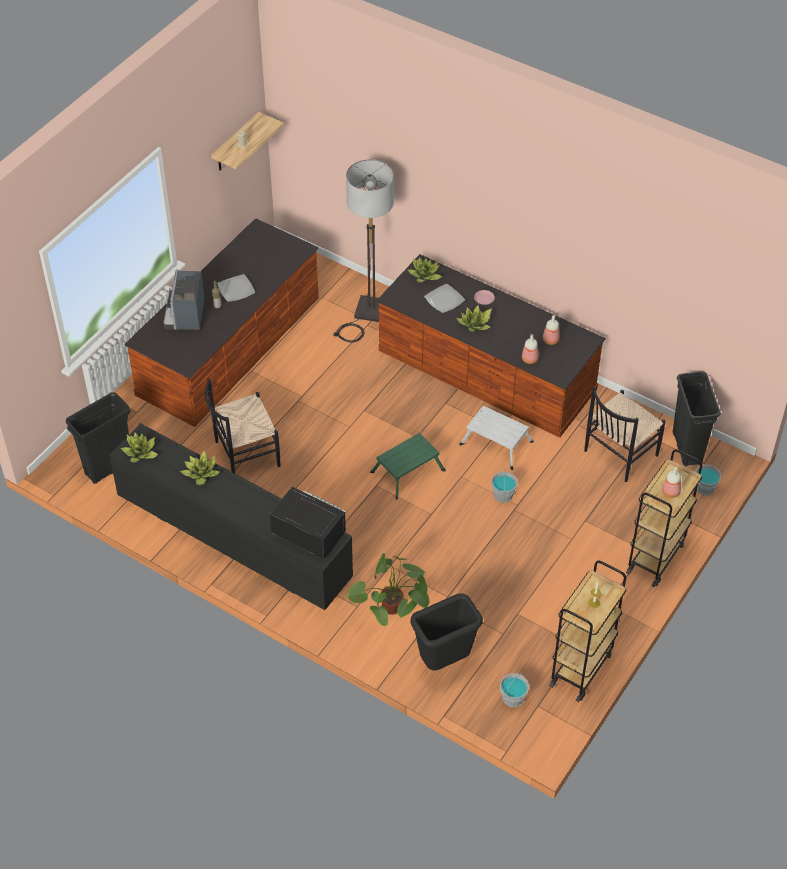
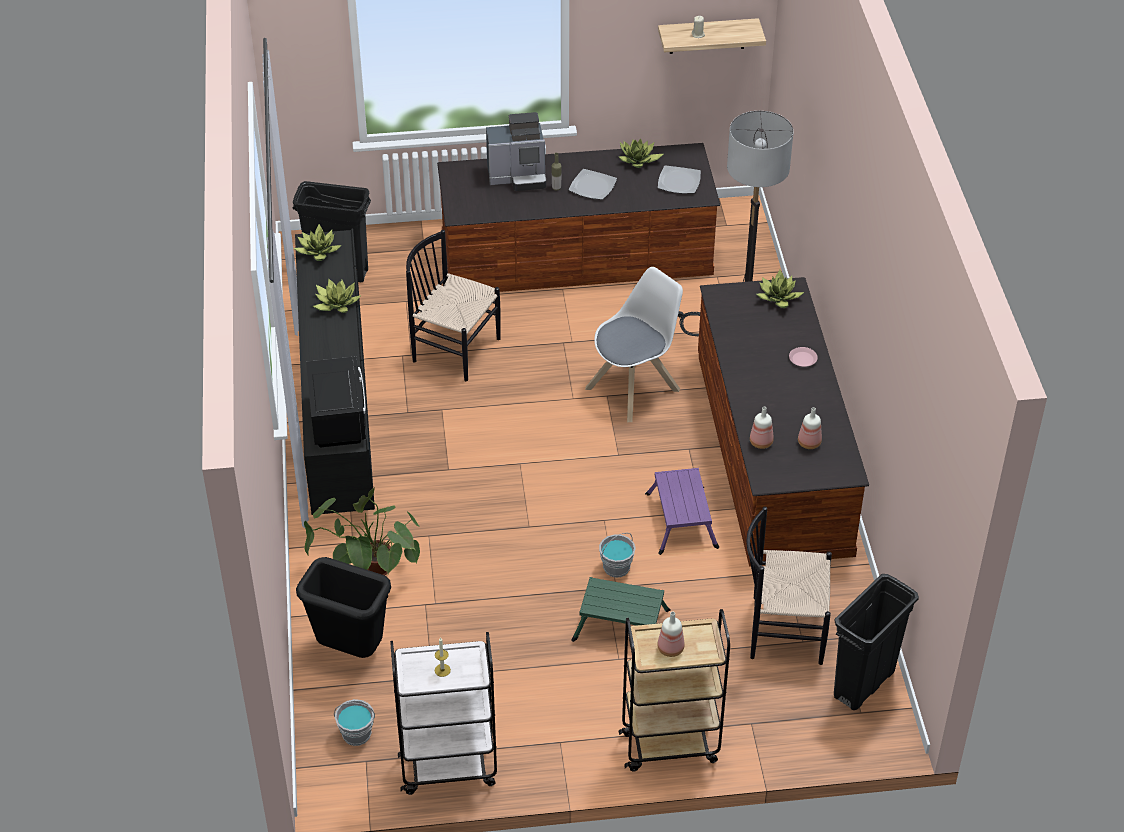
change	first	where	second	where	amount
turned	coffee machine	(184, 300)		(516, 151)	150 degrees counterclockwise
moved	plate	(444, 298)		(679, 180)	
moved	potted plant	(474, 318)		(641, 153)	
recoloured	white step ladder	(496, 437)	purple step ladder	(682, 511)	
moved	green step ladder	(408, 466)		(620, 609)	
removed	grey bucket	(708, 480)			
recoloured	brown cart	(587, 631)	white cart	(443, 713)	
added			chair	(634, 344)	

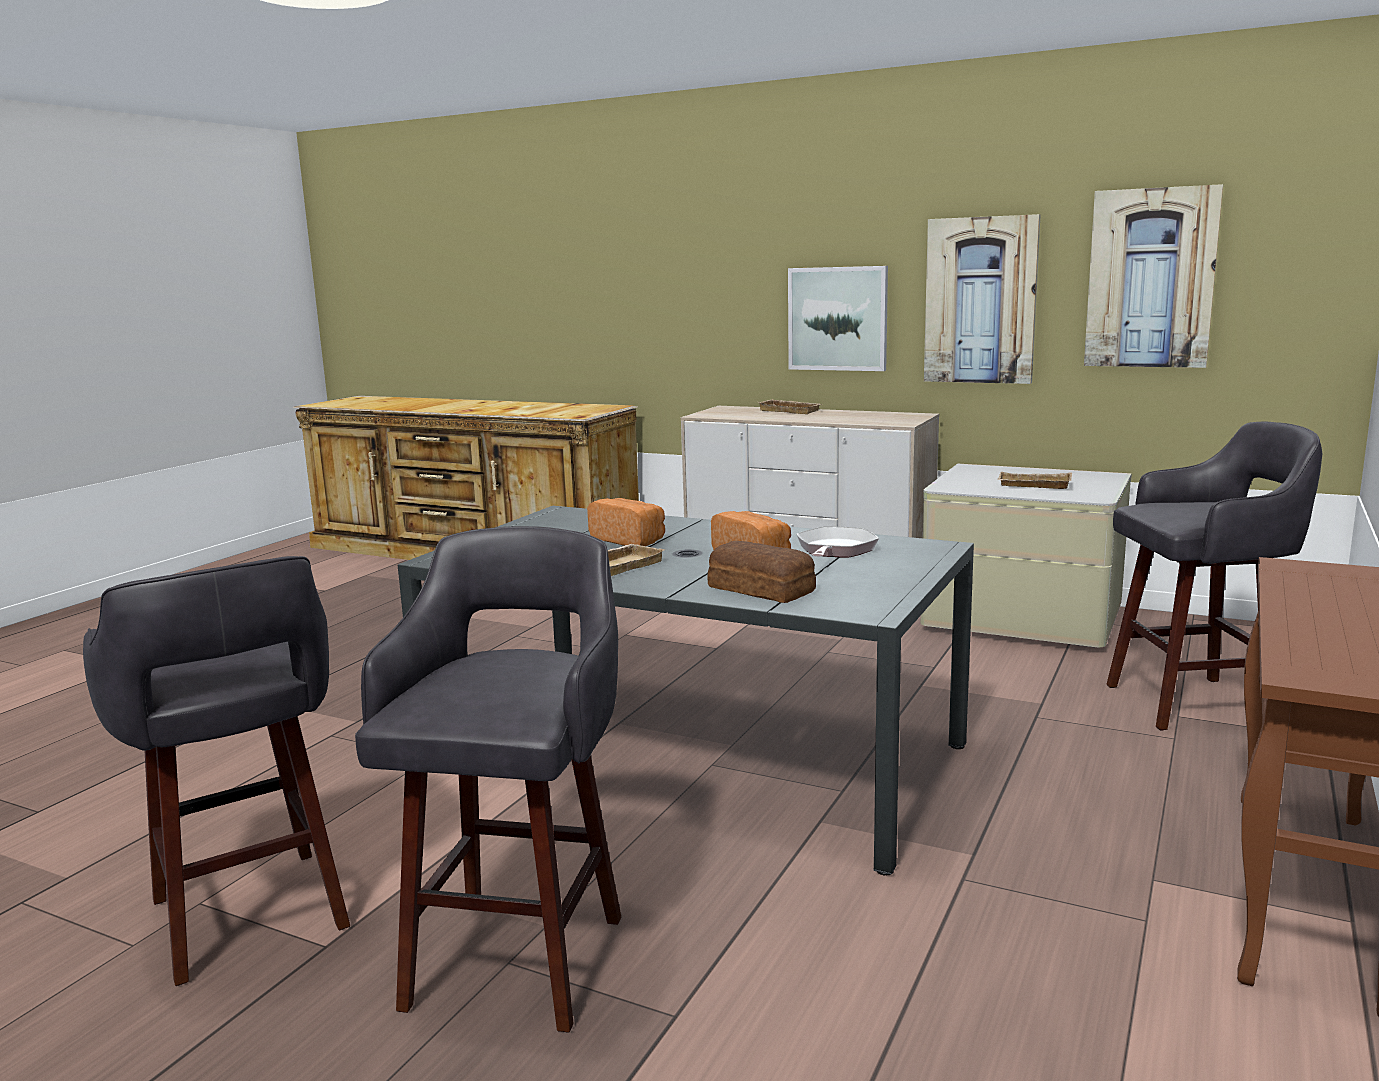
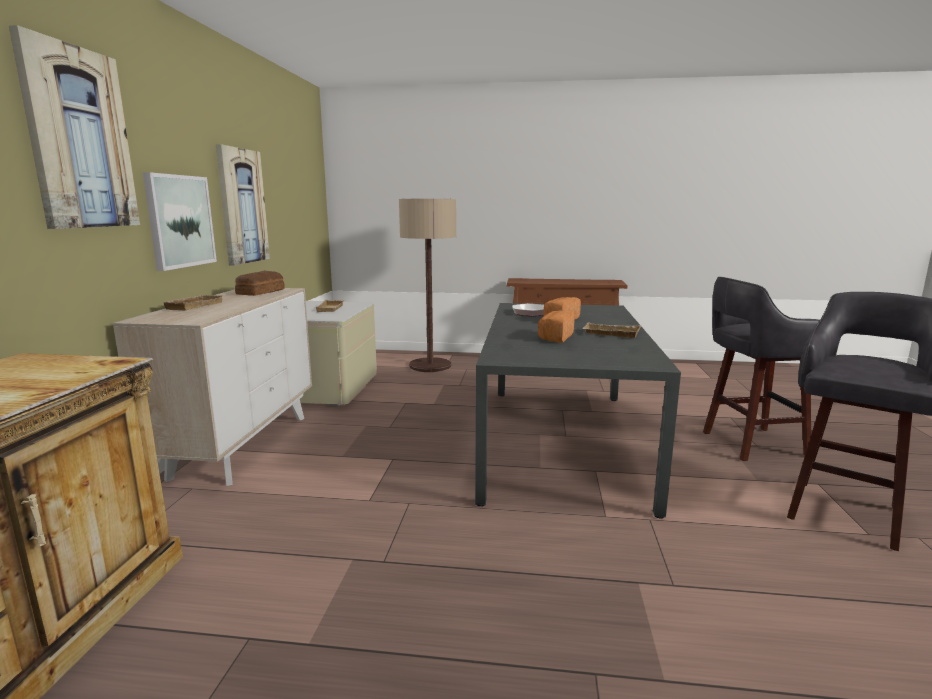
change	first	where	second	where	amount
moved	picture	(1153, 276)		(74, 127)	
replaced	grey stool	(1215, 576)	floor lamp	(427, 285)	
moved	bread	(762, 572)		(260, 283)	

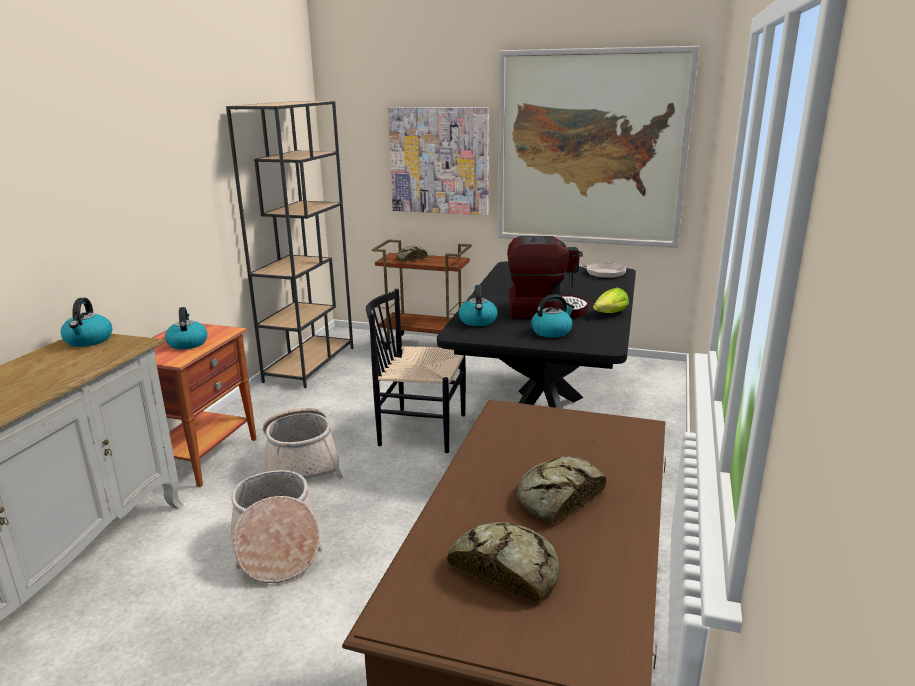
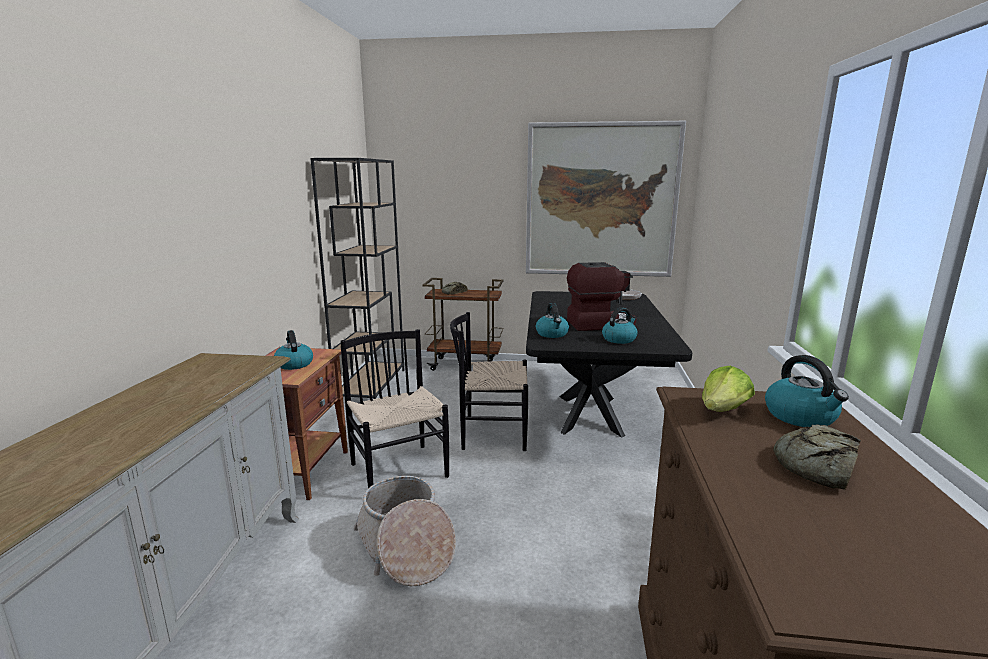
change	first	where	second	where	amount
removed	picture	(438, 161)			
moved	lettuce	(611, 300)		(728, 388)	
moved	kettle	(86, 322)		(807, 391)	
replaced	basket	(303, 443)	black chair	(394, 408)	
removed	bread	(503, 562)			

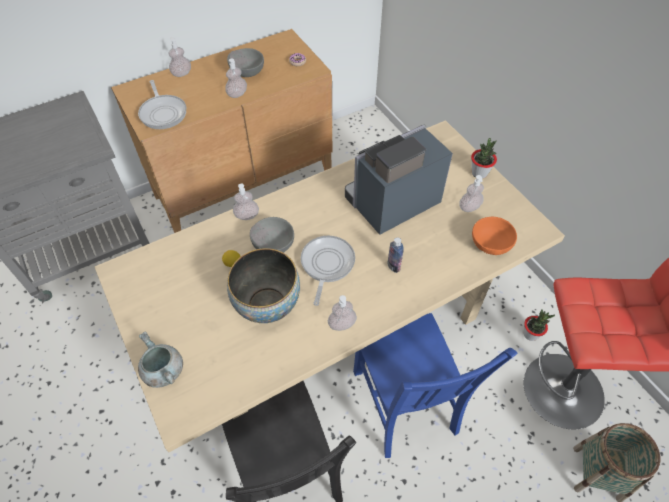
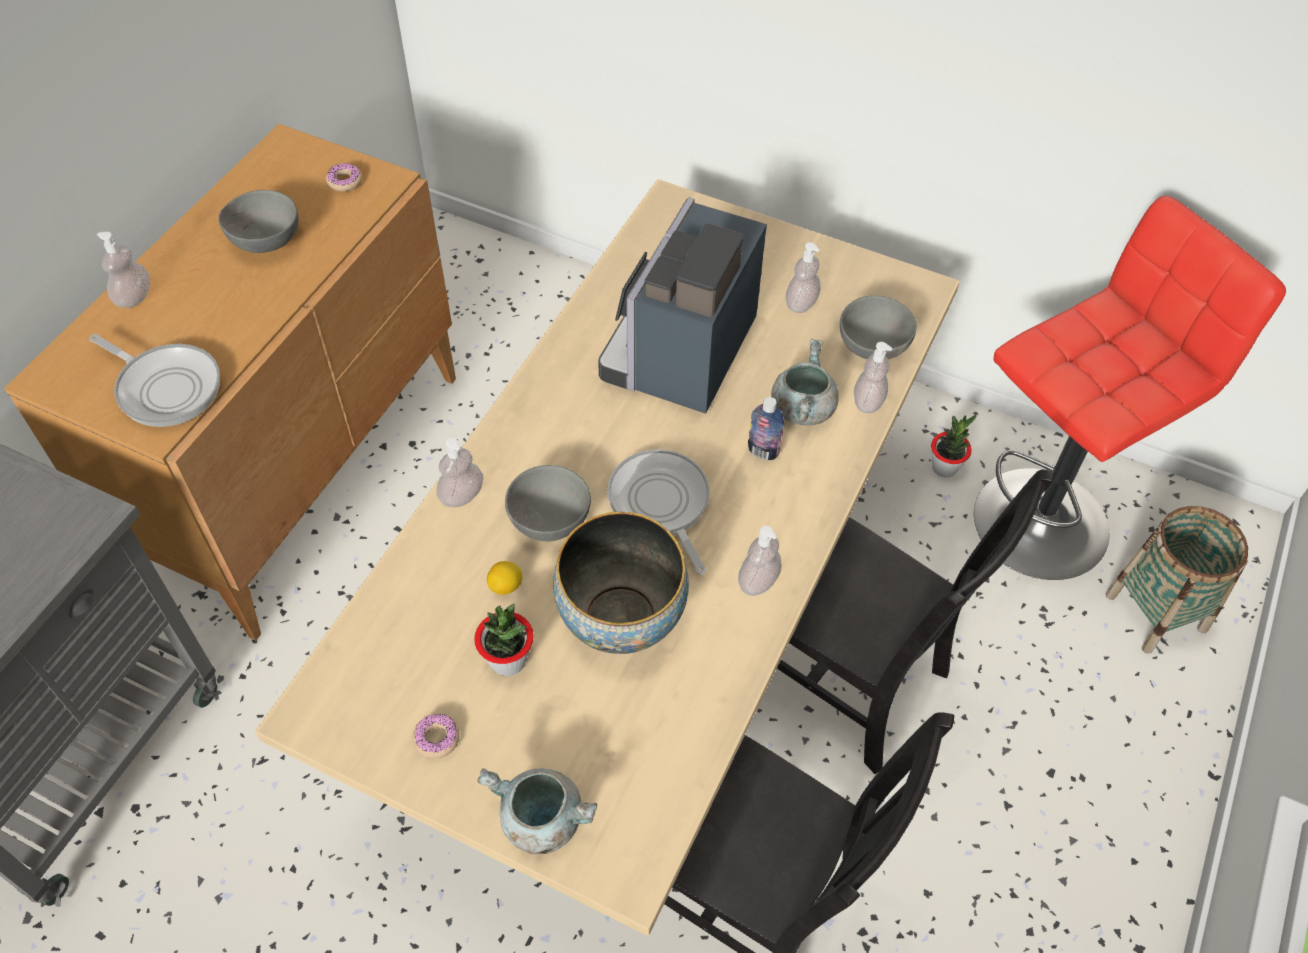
change	first	where	second	where	amount
moved	soap dispenser	(236, 78)		(873, 377)	
moved	potted plant	(484, 158)		(504, 640)	
recoloured	orange bowl	(494, 236)	grey bowl	(878, 327)	
recoloured	blue chair	(435, 385)	black chair	(916, 621)	
added			grey cooking pot	(805, 382)	
added			donut	(436, 736)	

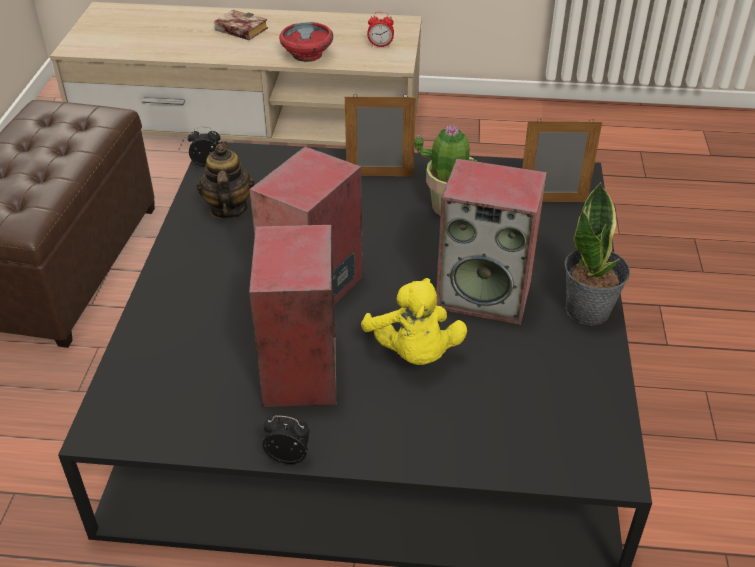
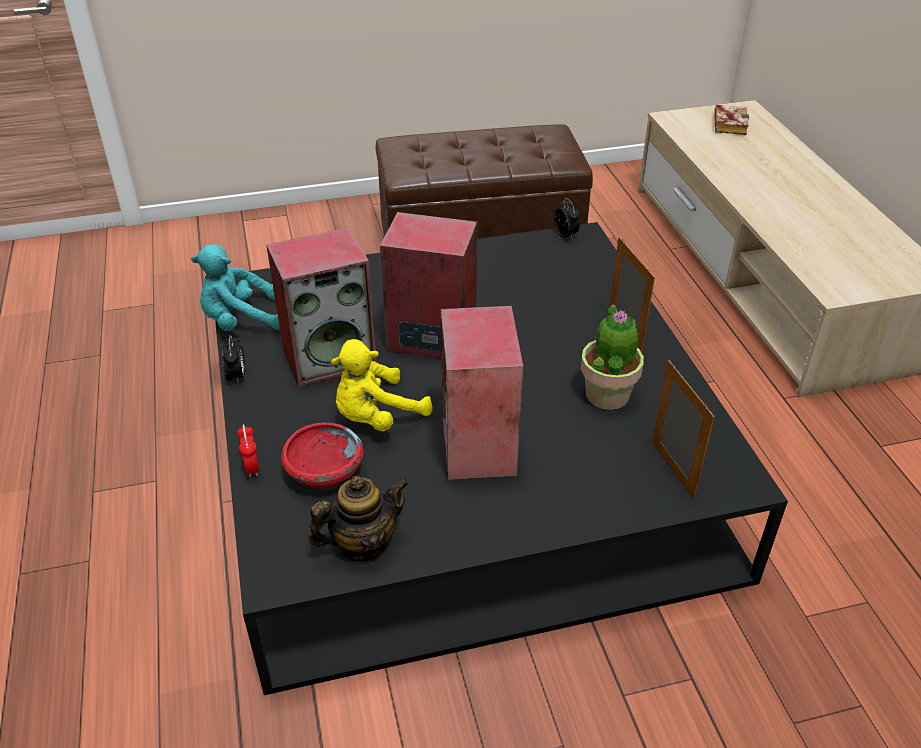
change	first	where	second	where	amount
moved	book	(241, 25)		(731, 120)	
moved	alarm clock	(380, 29)		(248, 451)	
moved	red bowl	(306, 42)		(322, 455)	
moved	teapot	(226, 180)		(358, 519)	
removed	potted plant	(597, 253)			
added			turquoise plush toy	(235, 287)	

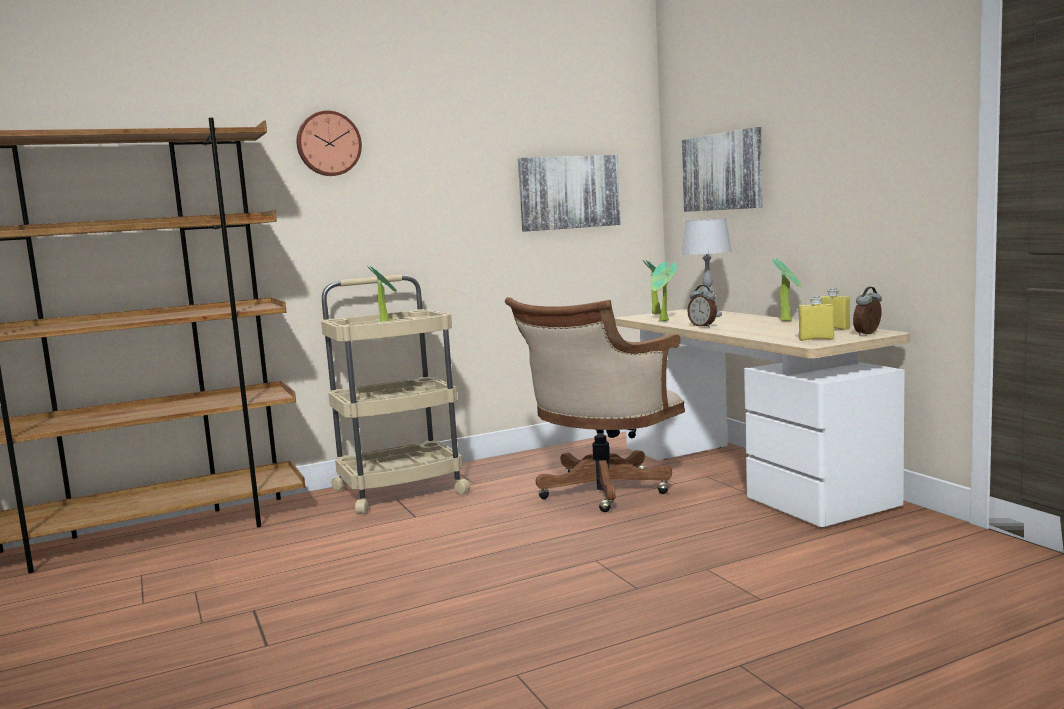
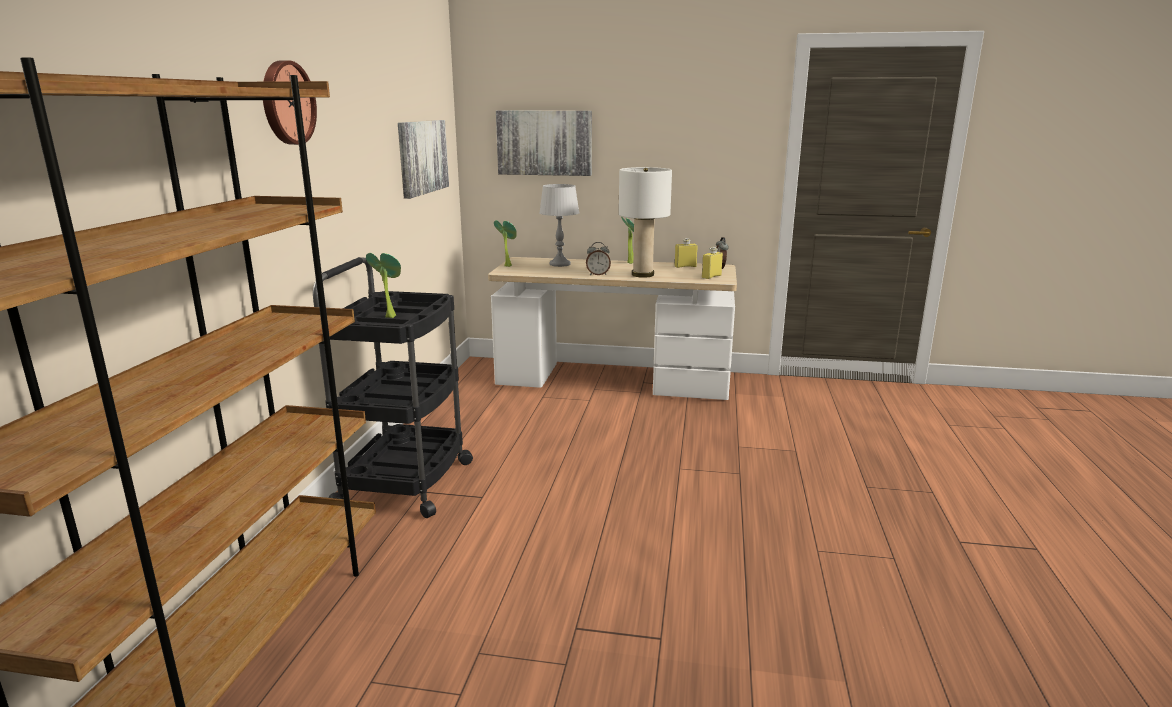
change	first	where	second	where	amount
removed	potted plant	(663, 292)			
recoloured	beige cart	(395, 395)	black cart	(393, 387)	
removed	office chair	(595, 404)			
added			white table lamp	(645, 222)	

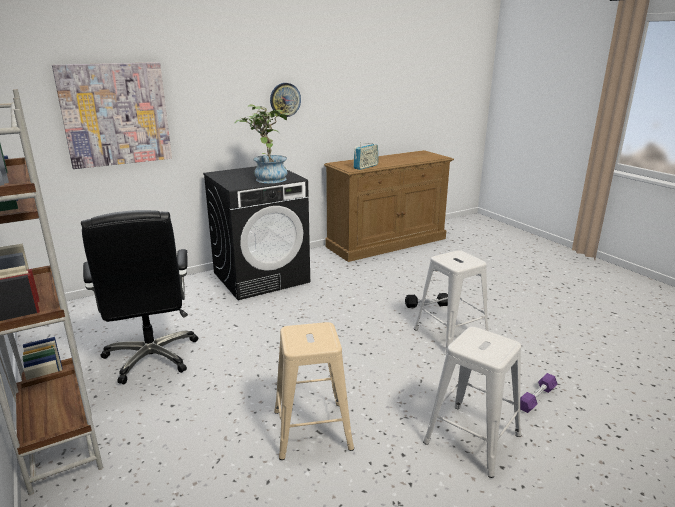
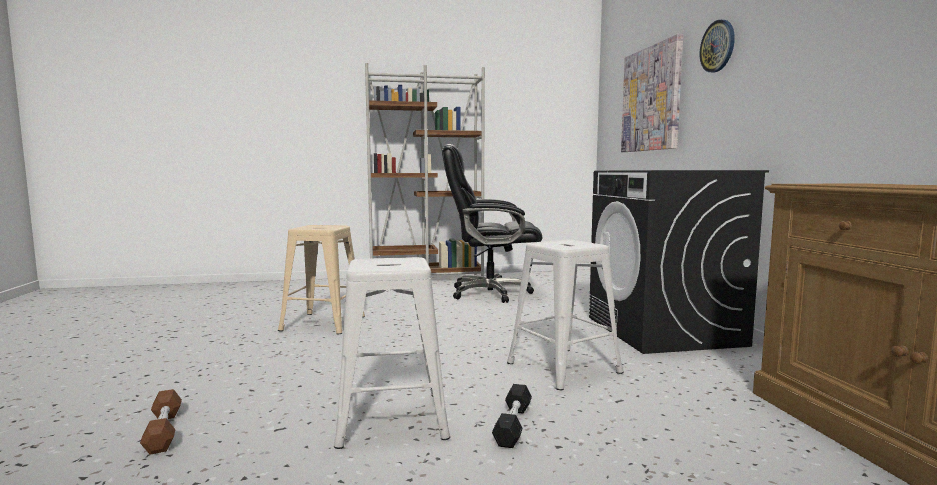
change	first	where	second	where	amount
moved	wall clock	(285, 100)		(717, 46)	
removed	potted plant	(262, 143)			
removed	radio	(365, 156)			
moved	white stool	(472, 402)		(565, 315)	
recoloured	purple dumbbell	(539, 393)	brown dumbbell	(161, 422)	

